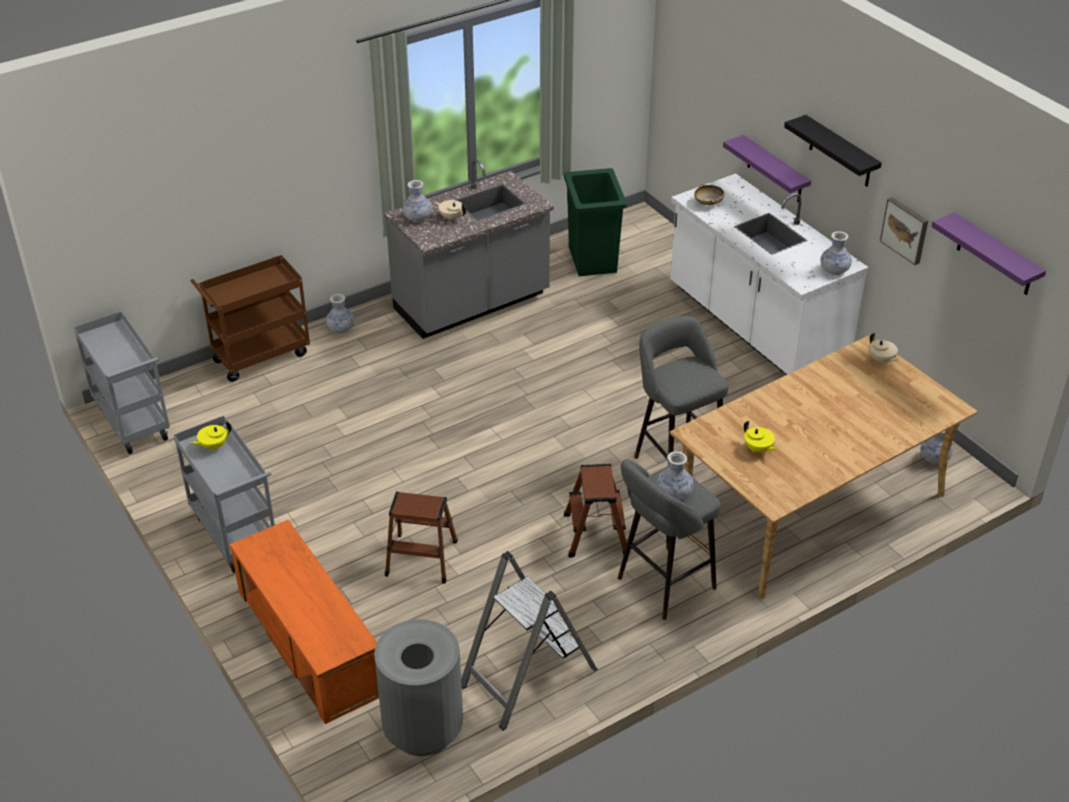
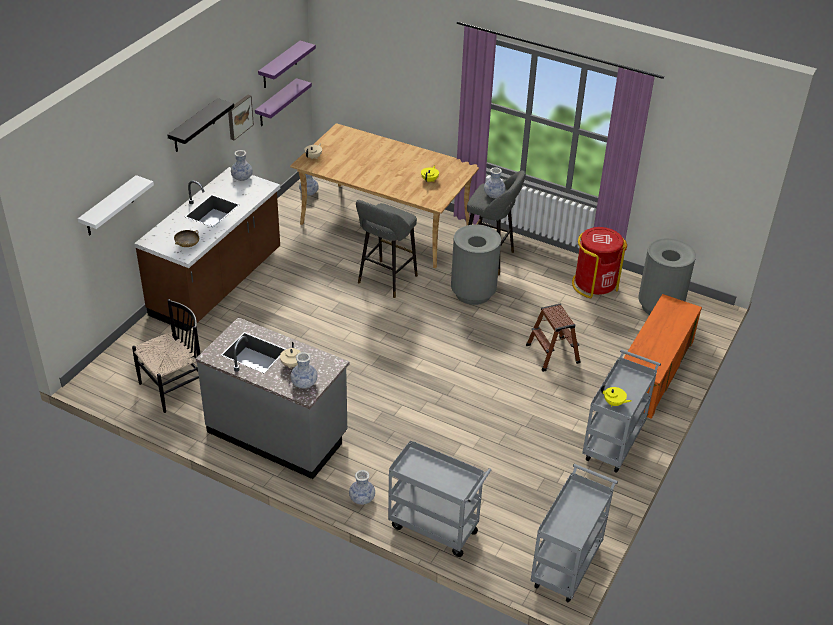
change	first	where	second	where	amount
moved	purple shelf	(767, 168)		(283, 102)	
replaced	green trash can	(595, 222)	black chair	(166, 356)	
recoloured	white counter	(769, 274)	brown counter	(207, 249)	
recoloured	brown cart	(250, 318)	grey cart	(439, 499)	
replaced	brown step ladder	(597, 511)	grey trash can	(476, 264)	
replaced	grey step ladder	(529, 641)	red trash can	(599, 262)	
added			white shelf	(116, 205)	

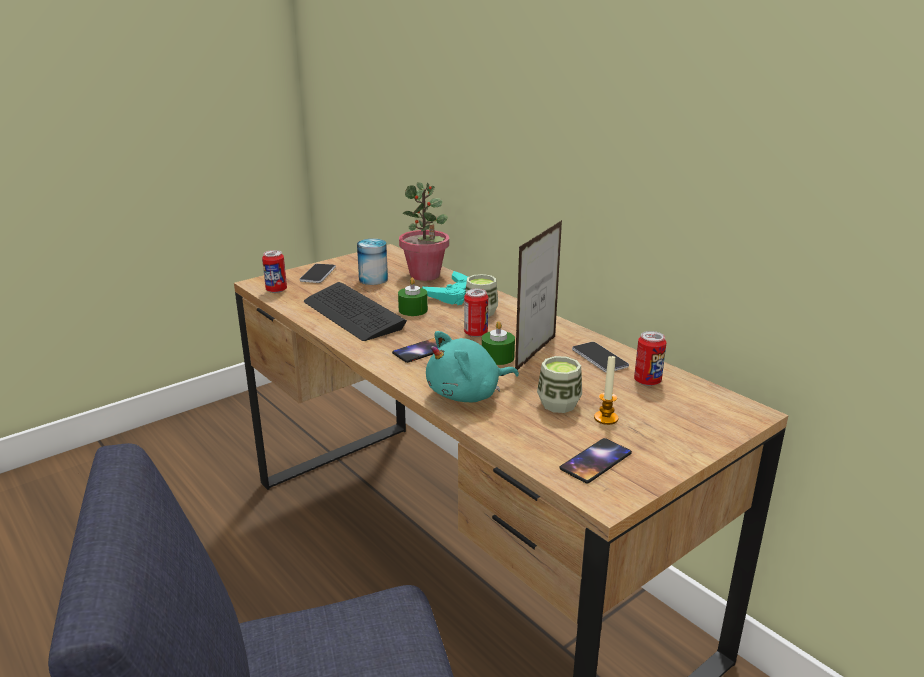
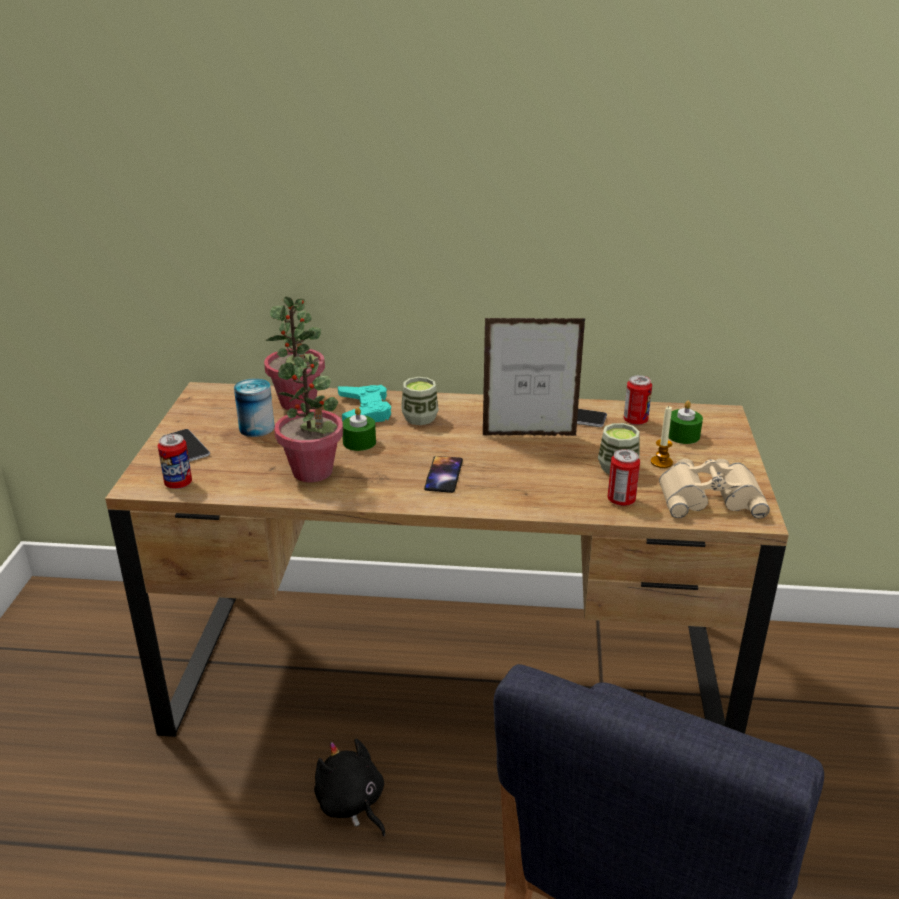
change	first	where	second	where	amount
turned	picture frame	(538, 295)		(534, 377)	75 degrees counterclockwise
replaced	keyboard	(355, 311)	potted plant	(308, 418)	
moved	can	(476, 313)		(624, 477)	
moved	green candle	(498, 343)		(685, 422)	
removed	turquoise plush toy	(472, 366)			
replaced	phone	(595, 461)	beige binoculars	(714, 488)	
added			black plush toy	(350, 787)	

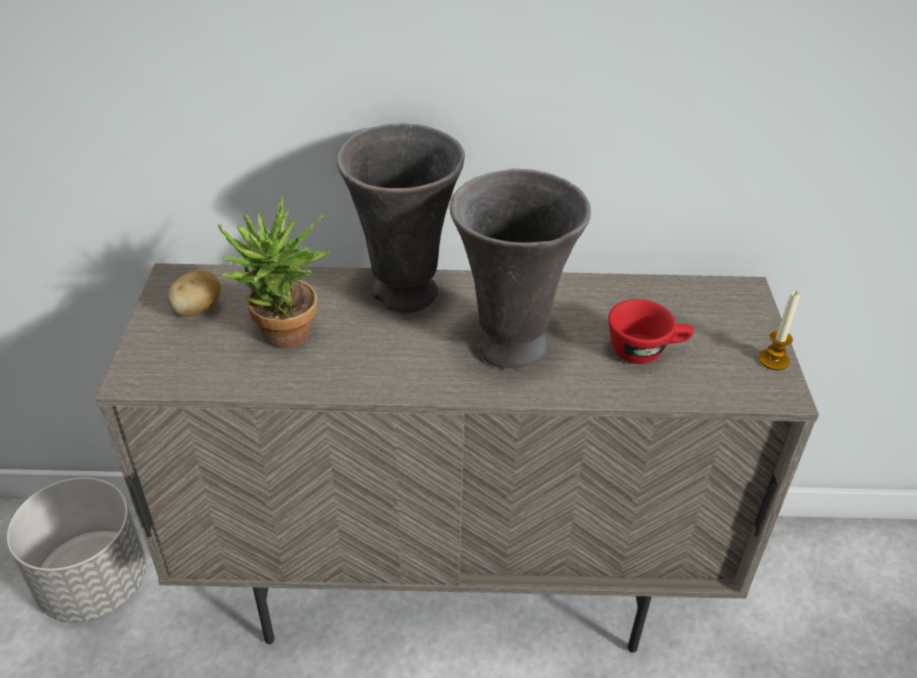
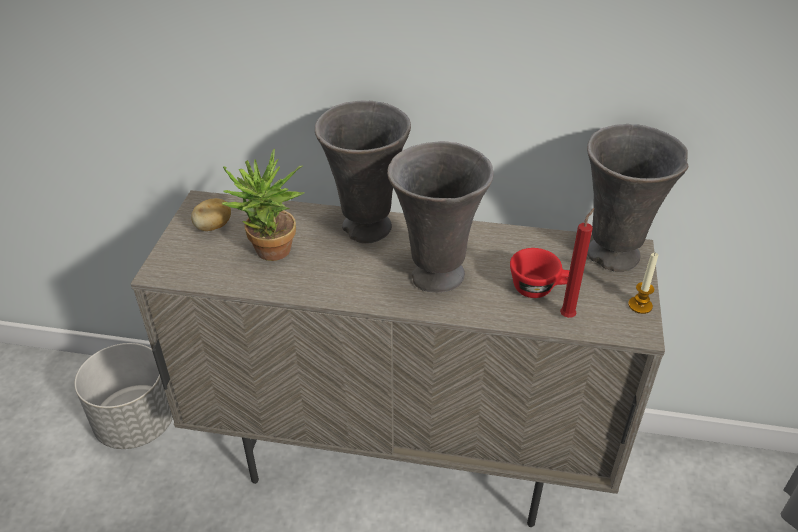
change	first	where	second	where	amount
added			grey vase	(637, 198)	
added			red candle	(577, 263)	

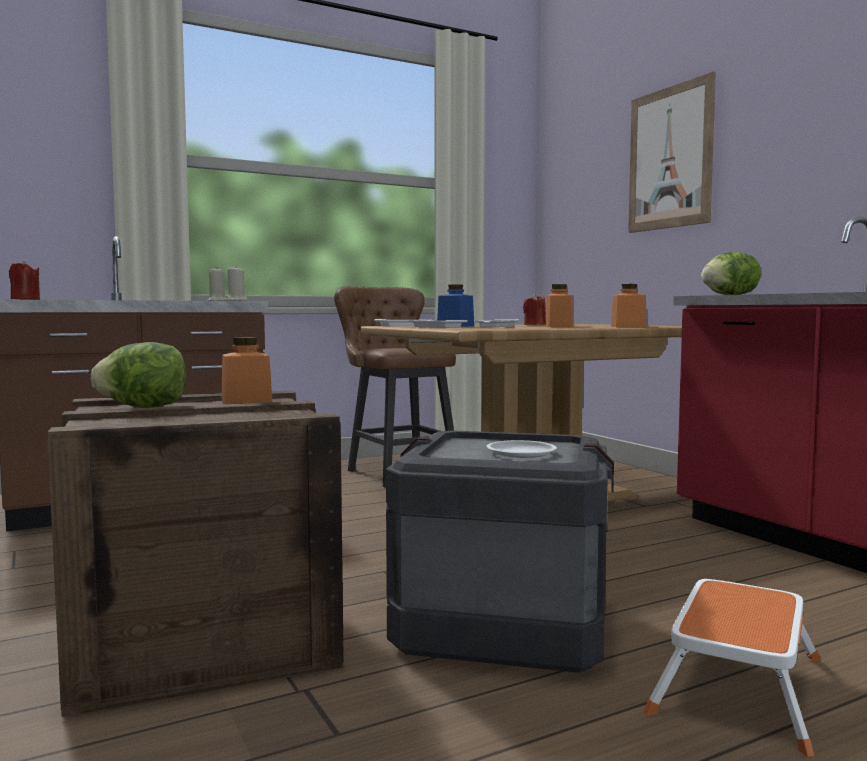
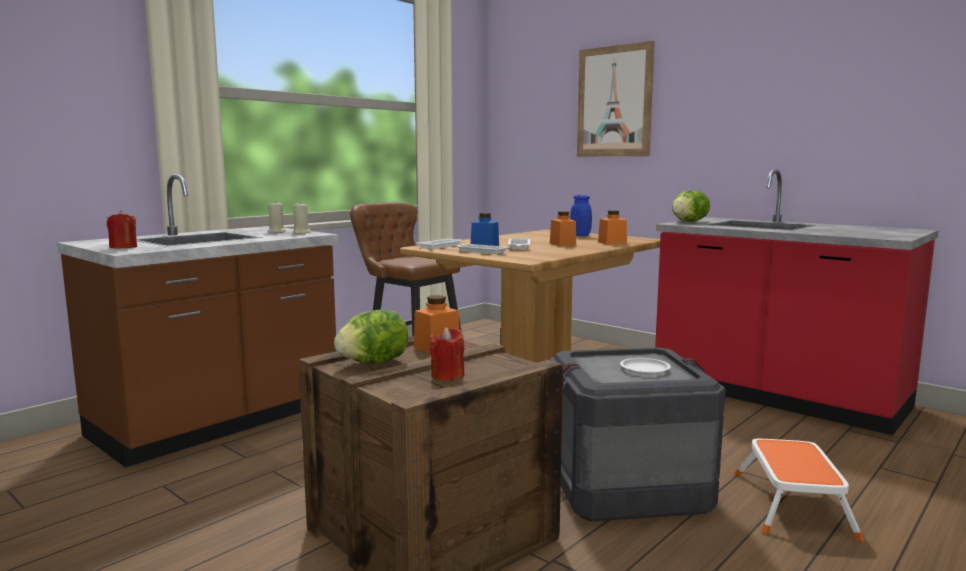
change	first	where	second	where	amount
moved	red candle	(534, 309)		(447, 354)	
added			blue jar	(581, 215)	

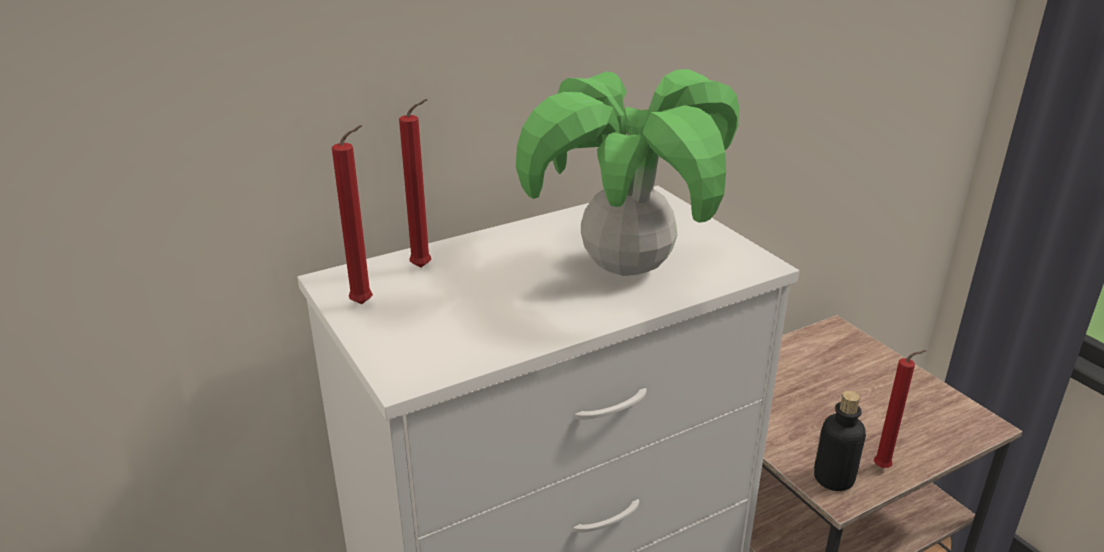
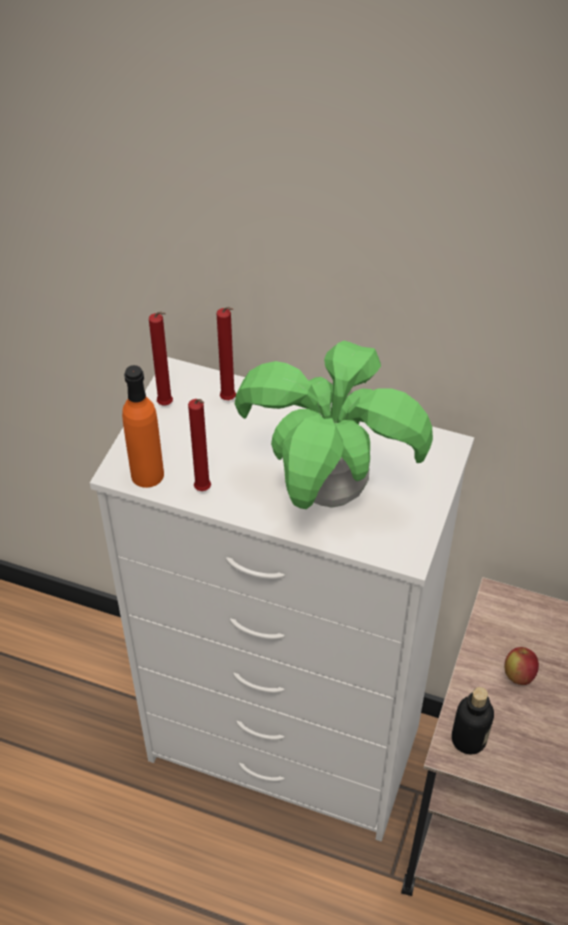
change	first	where	second	where	amount
moved	red candle	(900, 409)		(199, 445)	
added			orange bottle	(143, 426)	
added			apple	(521, 666)	

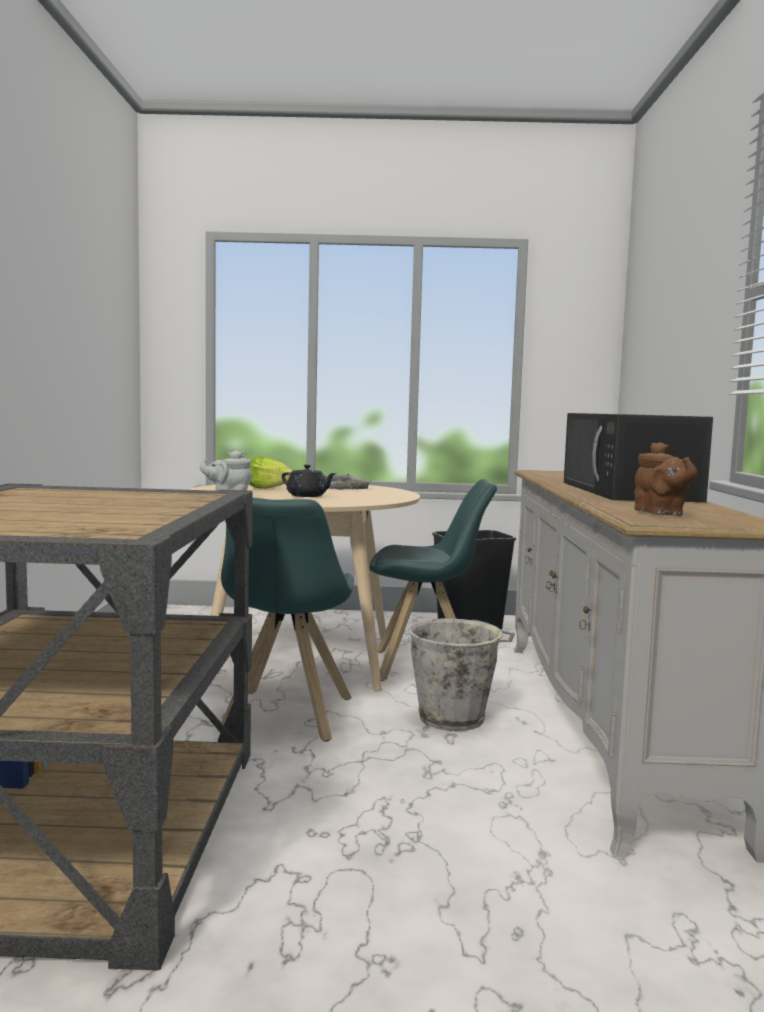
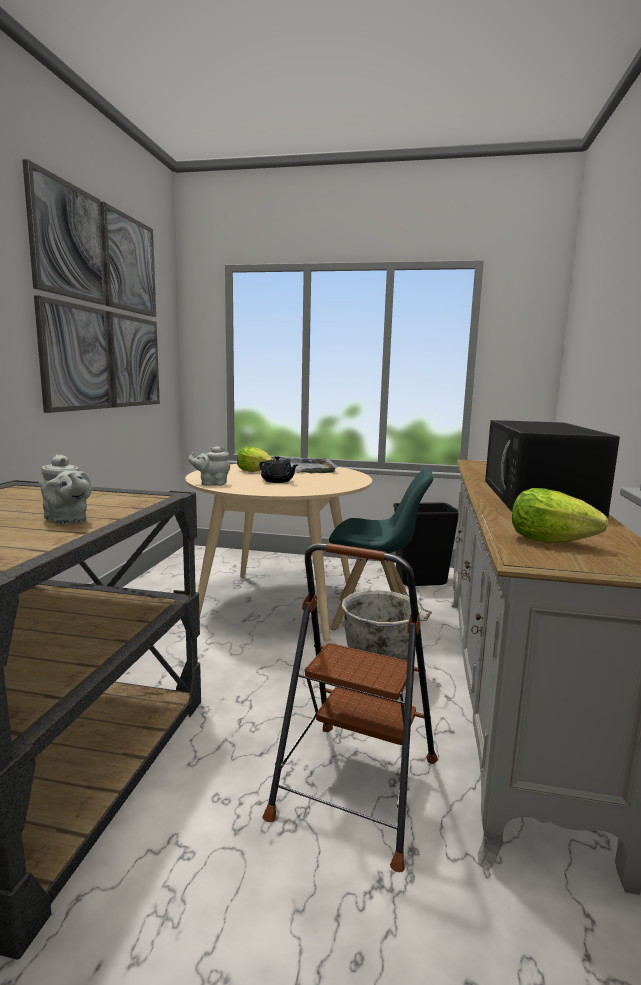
change	first	where	second	where	amount
replaced	brown teapot	(665, 479)	lettuce	(560, 515)	
removed	turquoise chair	(286, 619)			
added			picture	(91, 286)	
added			grey teapot	(66, 489)	
added			brown step ladder	(350, 707)	

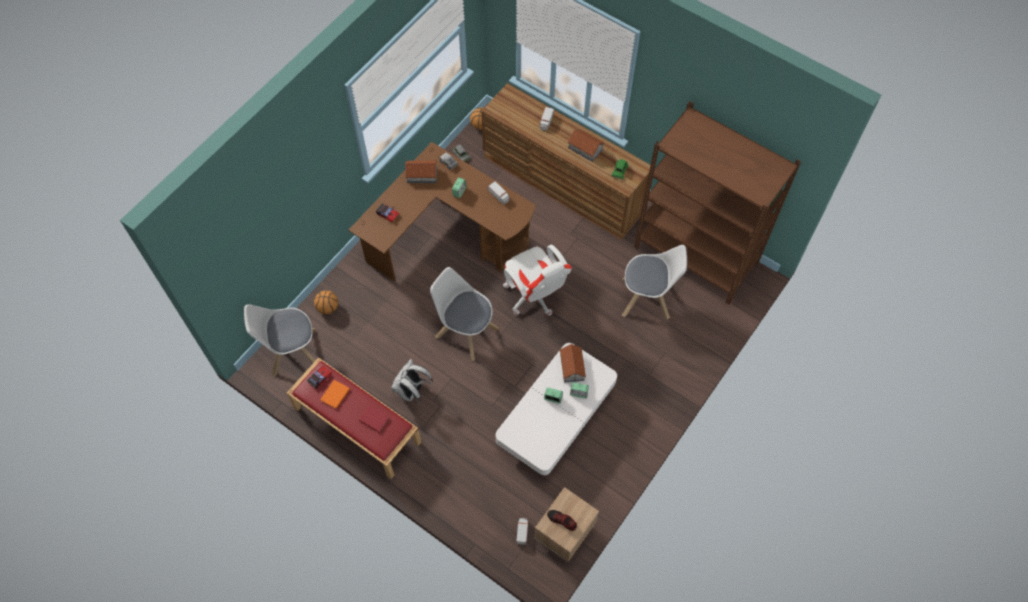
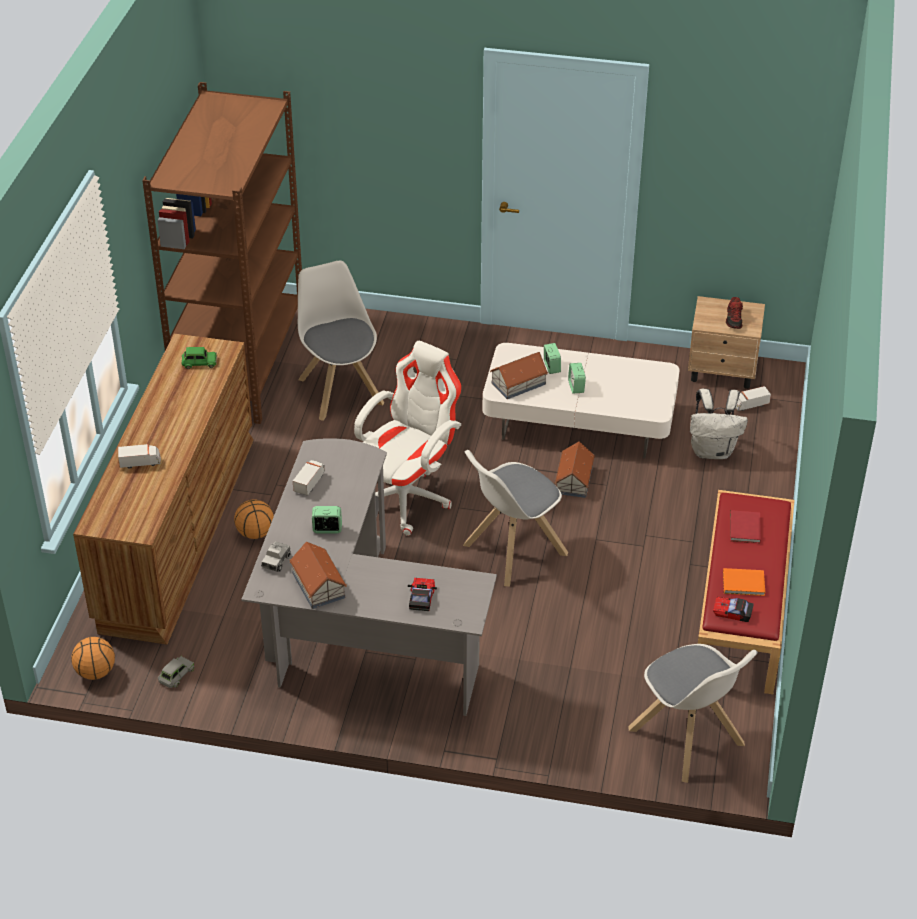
change	first	where	second	where	amount
moved	toy house	(586, 145)		(574, 469)	
recoloured	brown desk	(442, 211)	grey desk	(369, 577)	
turned	chair	(464, 314)		(515, 518)	45 degrees clockwise
moved	basketball	(326, 302)		(254, 519)	
moved	white backpack	(412, 381)		(719, 423)	

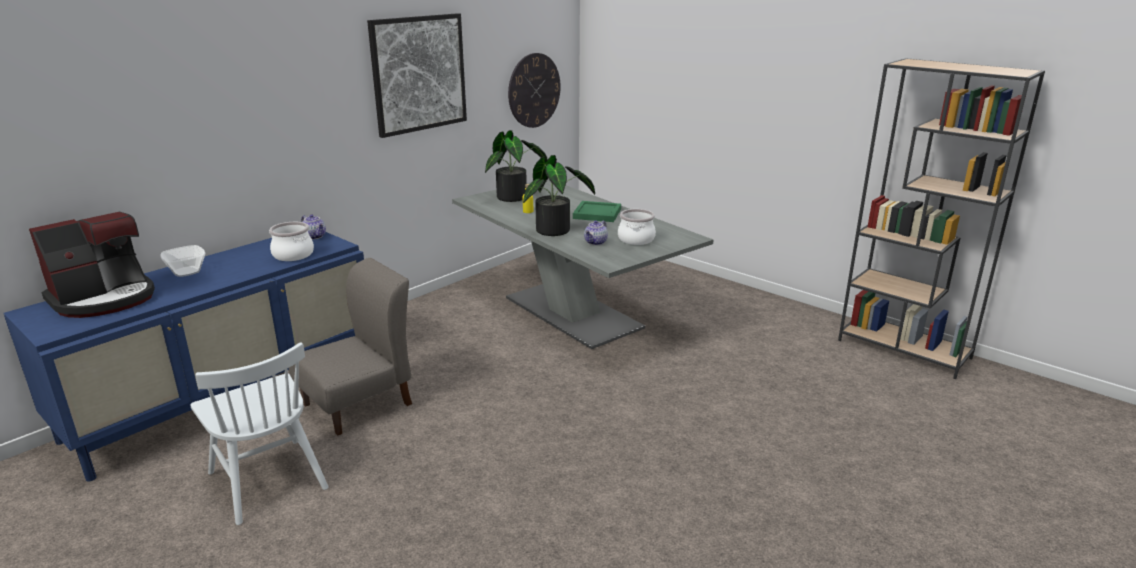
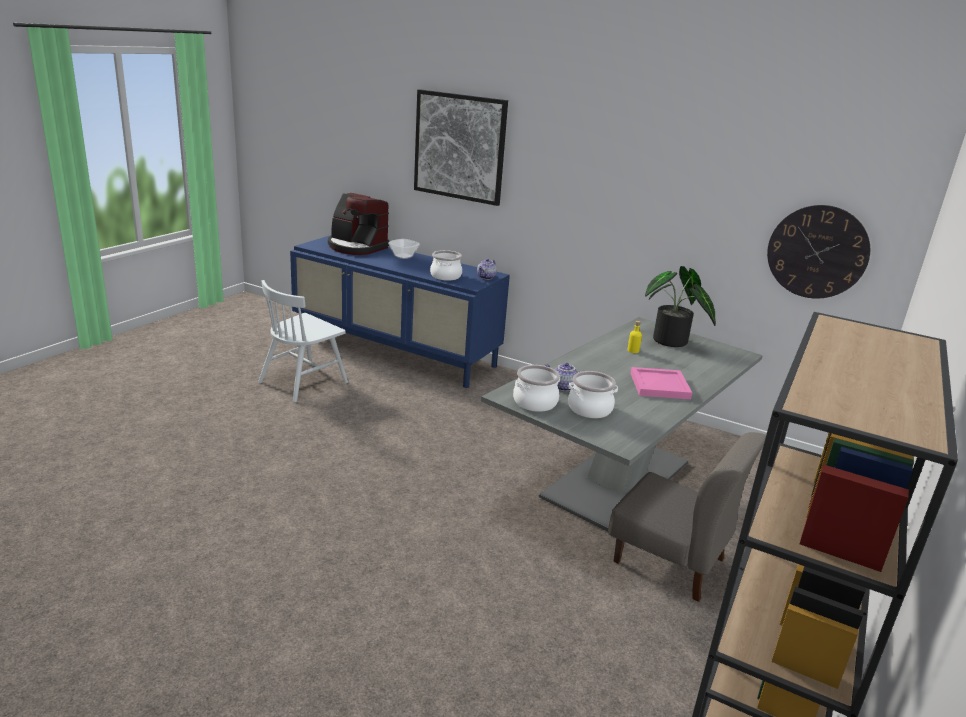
change	first	where	second	where	amount
moved	picture	(417, 75)		(461, 147)	
removed	potted plant	(559, 195)			
recoloured	green tray	(597, 211)	pink tray	(661, 383)	
moved	grey chair	(350, 346)		(687, 517)	
added			cooking pot	(536, 388)	

